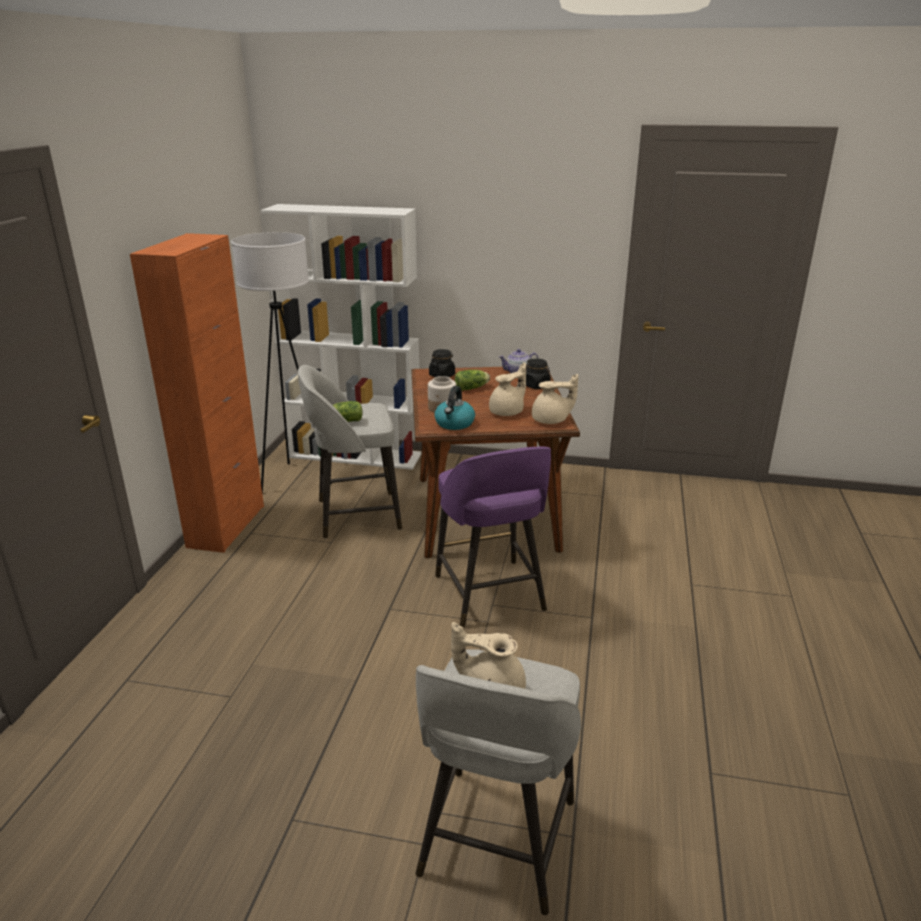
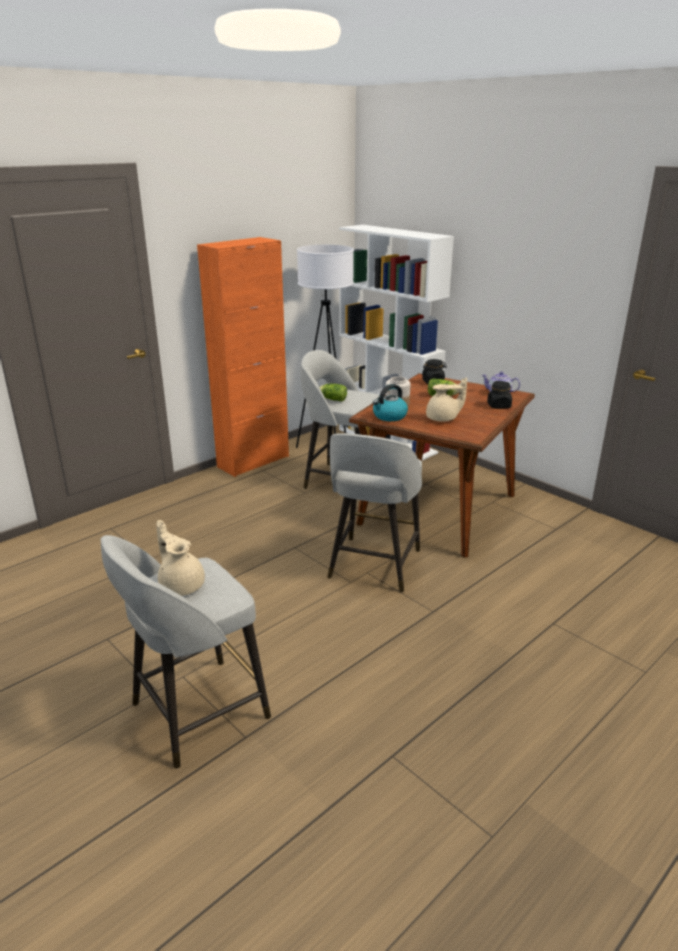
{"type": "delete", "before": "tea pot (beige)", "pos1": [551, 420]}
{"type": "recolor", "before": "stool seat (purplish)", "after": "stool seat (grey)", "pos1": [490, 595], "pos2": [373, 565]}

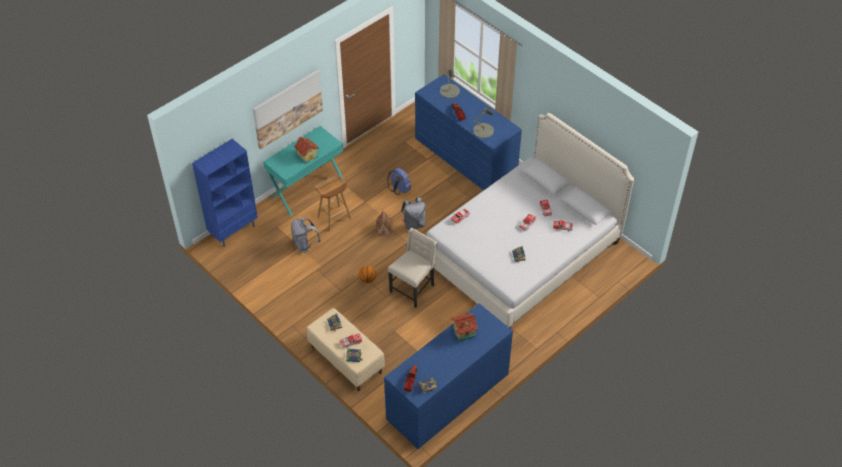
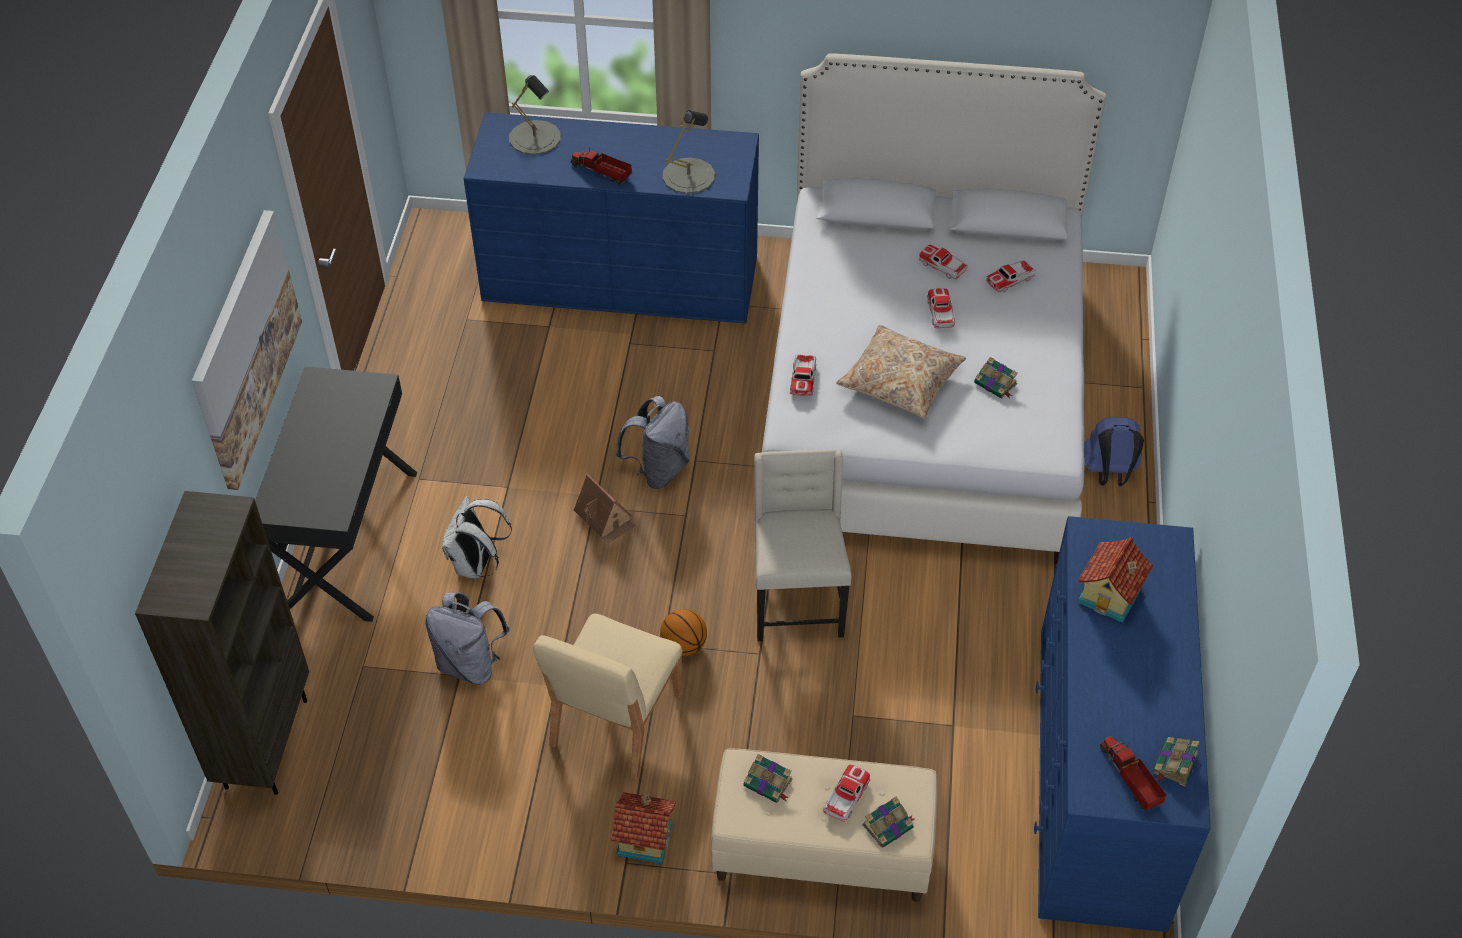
{"type": "insert", "after": "chair (beige)", "pos2": [614, 721]}
{"type": "insert", "after": "throw pillow (beige)", "pos2": [900, 381]}
{"type": "move", "before": "toy house", "pos1": [307, 155], "pos2": [644, 837]}
{"type": "move", "before": "knapsack (blue)", "pos1": [399, 190], "pos2": [1108, 474]}
{"type": "replace", "before": "stool seat (brown-coloured)", "after": "knapsack (whitish)", "pos1": [334, 218], "pos2": [476, 565]}
{"type": "recolor", "before": "shelving unit (blue)", "after": "shelving unit (brown-coloured)", "pos1": [233, 231], "pos2": [265, 742]}
{"type": "recolor", "before": "desk unit (blue-green)", "after": "desk unit (black-coloured)", "pos1": [307, 188], "pos2": [348, 539]}

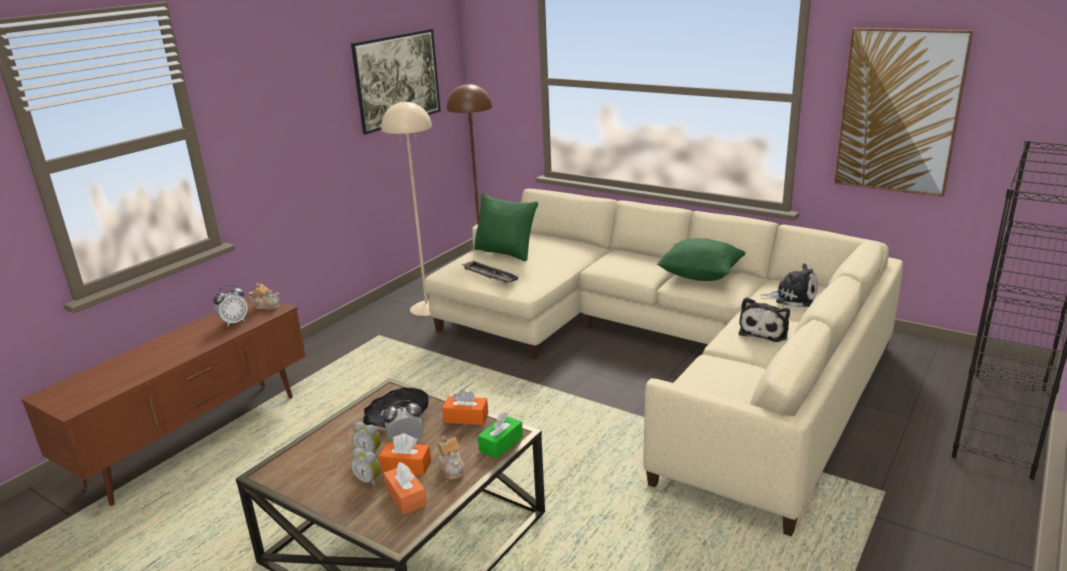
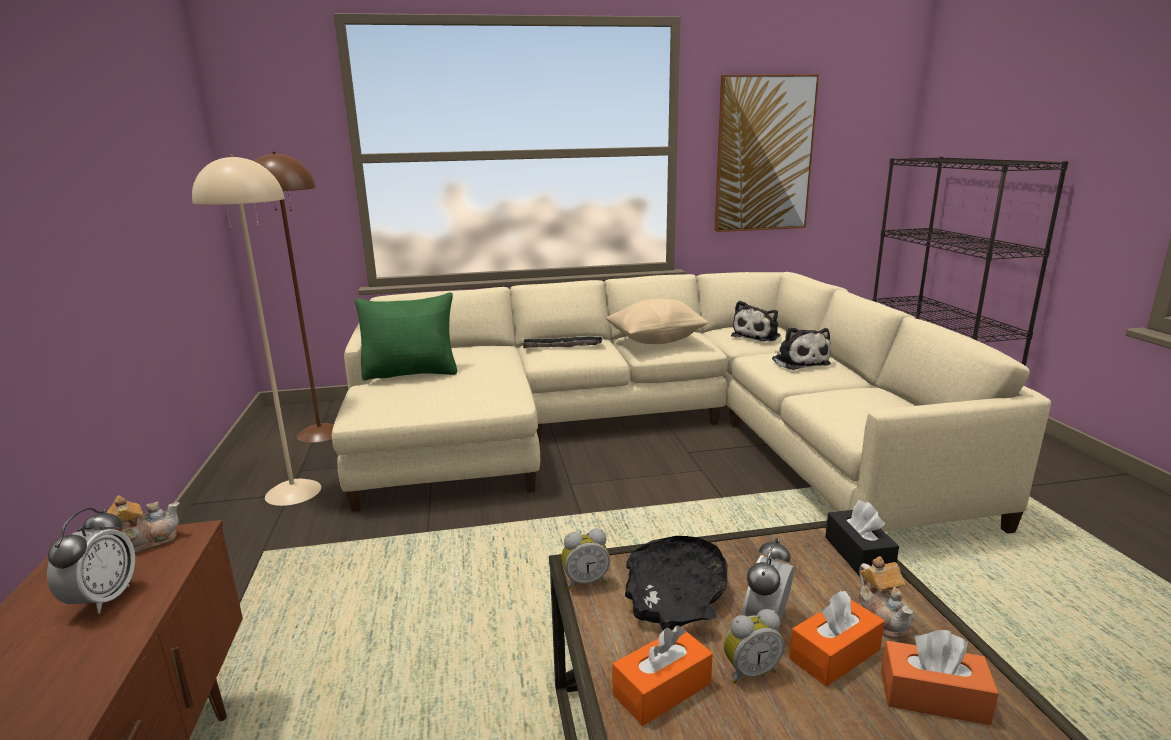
{"type": "delete", "before": "picture", "pos1": [400, 101]}
{"type": "move", "before": "bedside clock", "pos1": [369, 481], "pos2": [585, 581]}
{"type": "move", "before": "tissue box (orangey)", "pos1": [466, 418], "pos2": [662, 689]}
{"type": "move", "before": "tray", "pos1": [490, 275], "pos2": [562, 346]}
{"type": "recolor", "before": "tissue box (green)", "after": "tissue box (black-coloured)", "pos1": [501, 444], "pos2": [858, 554]}
{"type": "recolor", "before": "throw pillow (green)", "after": "throw pillow (beige)", "pos1": [700, 276], "pos2": [656, 341]}
{"type": "rotate", "before": "tea pot", "pos1": [452, 468], "pos2": [883, 616], "turn": 60}
{"type": "rotate", "before": "cuddly toy", "pos1": [792, 297], "pos2": [757, 336], "turn": 150}

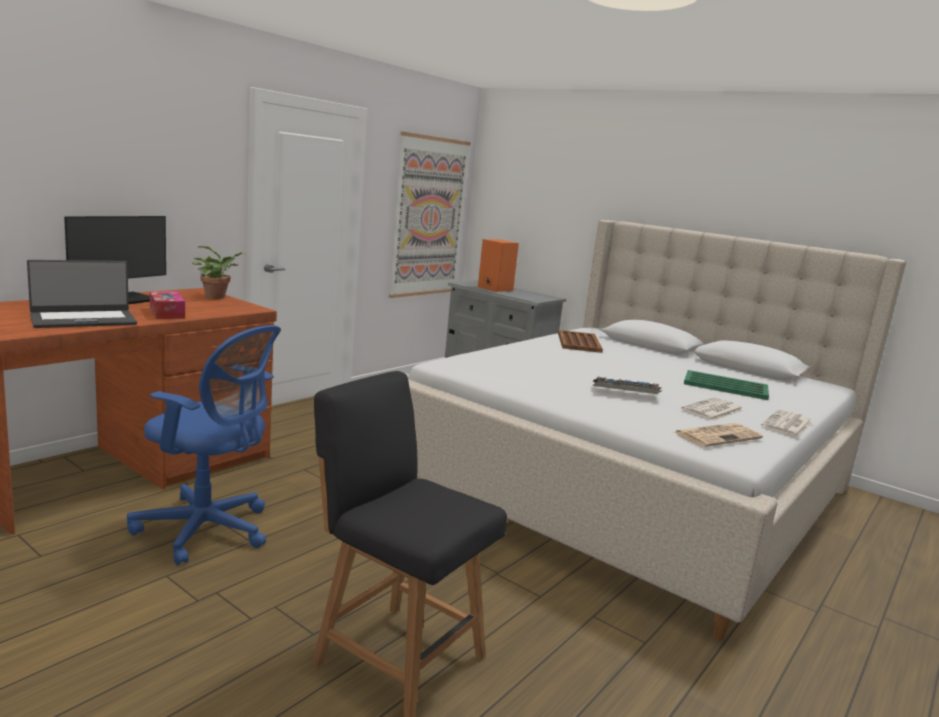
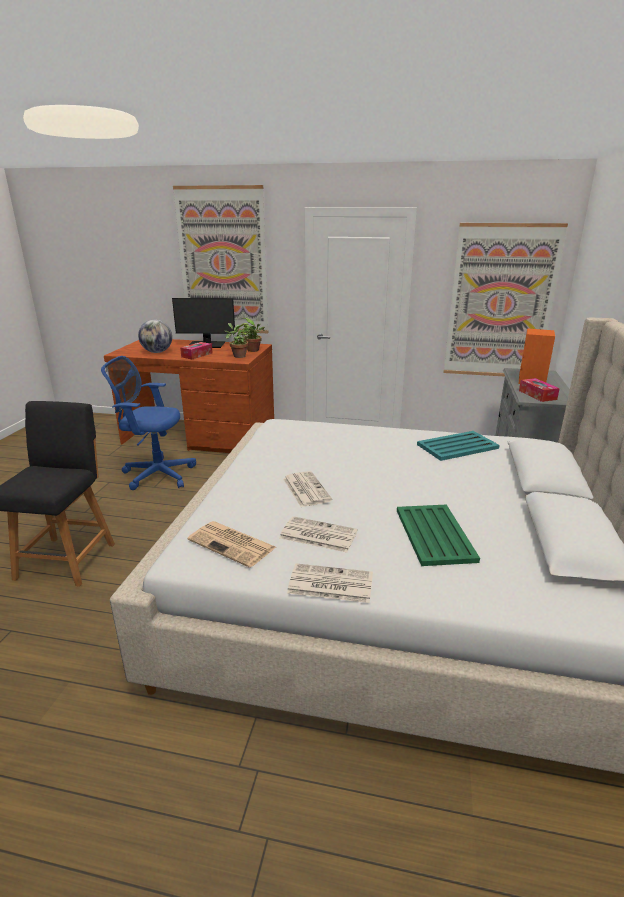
{"type": "insert", "after": "picture", "pos2": [223, 262]}
{"type": "insert", "after": "plant in a pot", "pos2": [238, 356]}
{"type": "insert", "after": "tissue box", "pos2": [537, 395]}
{"type": "replace", "before": "portable computer", "after": "desk globe", "pos1": [83, 320], "pos2": [157, 352]}
{"type": "replace", "before": "PC keyboard", "after": "printed paper", "pos1": [624, 394], "pos2": [305, 489]}
{"type": "recolor", "before": "tray (brown-coloured)", "after": "tray (blue-green)", "pos1": [578, 342], "pos2": [456, 446]}
{"type": "rotate", "before": "computer chair (blue)", "pos1": [208, 531], "pos2": [156, 474], "turn": 105}

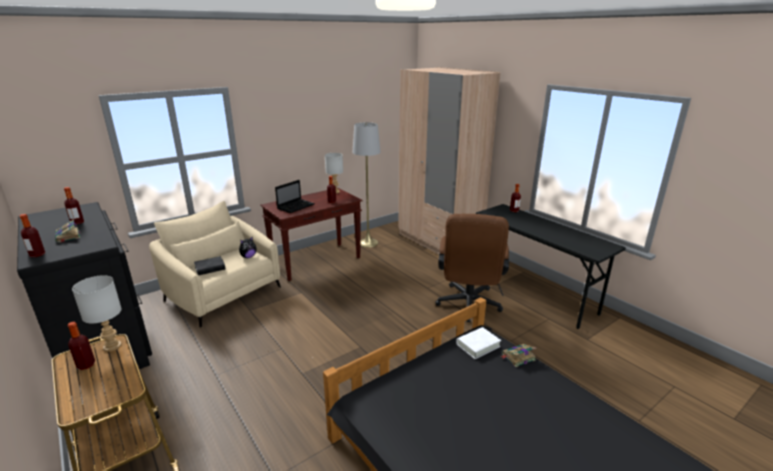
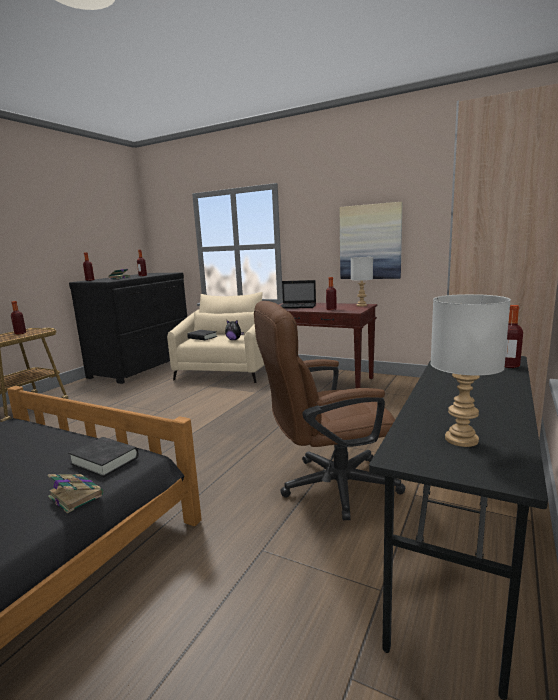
{"type": "delete", "before": "standard lamp (grey)", "pos1": [368, 243]}
{"type": "insert", "after": "picture", "pos2": [370, 242]}
{"type": "move", "before": "tabletop lamp (grey)", "pos1": [113, 346], "pos2": [462, 440]}
{"type": "recolor", "before": "book (whitish)", "after": "book (black-coloured)", "pos1": [478, 345], "pos2": [105, 460]}

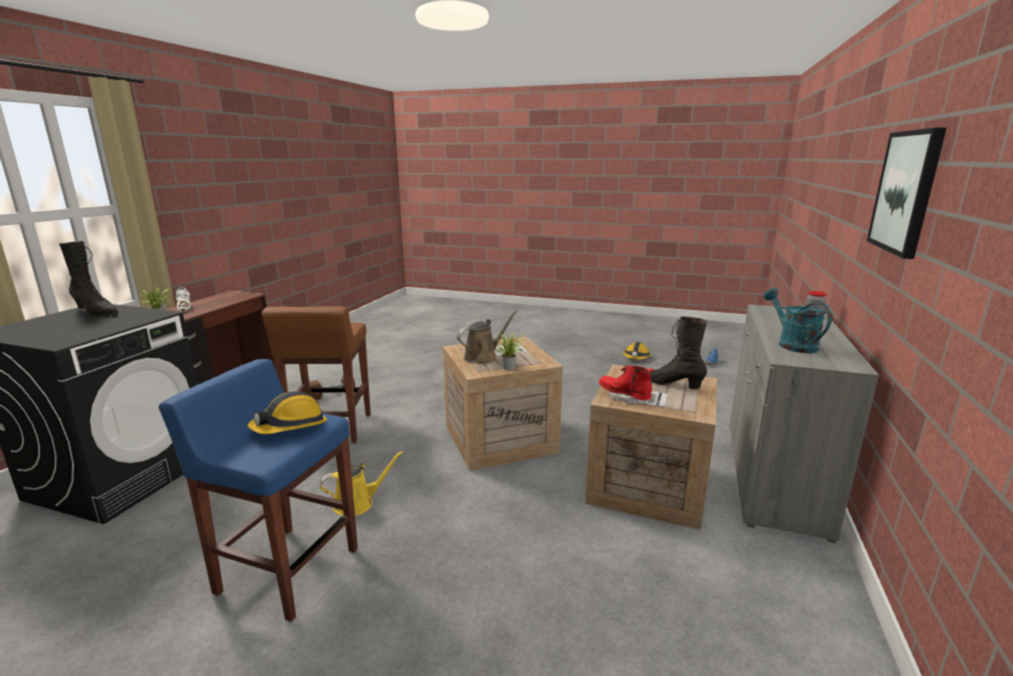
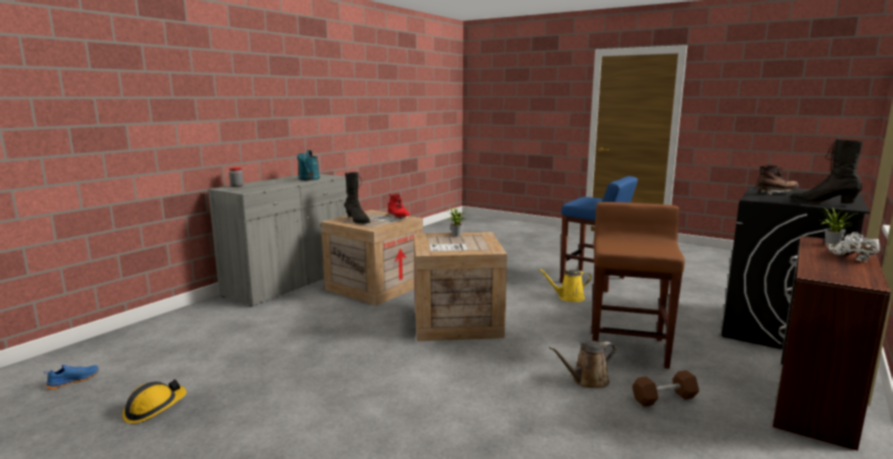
{"type": "delete", "before": "hard hat", "pos1": [290, 427]}
{"type": "delete", "before": "picture", "pos1": [906, 192]}
{"type": "insert", "after": "high-top boot (brown-coloured)", "pos2": [776, 194]}
{"type": "move", "before": "sprinkling can (brown-coloured)", "pos1": [483, 357], "pos2": [587, 381]}

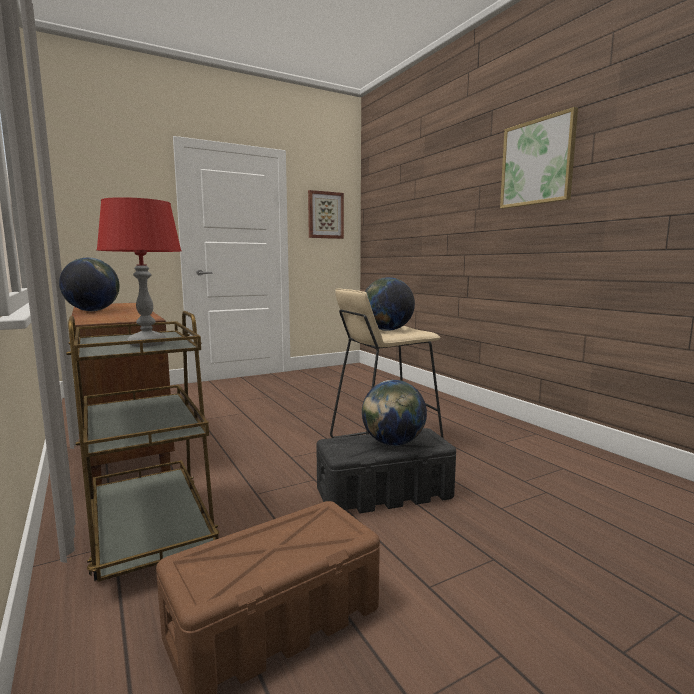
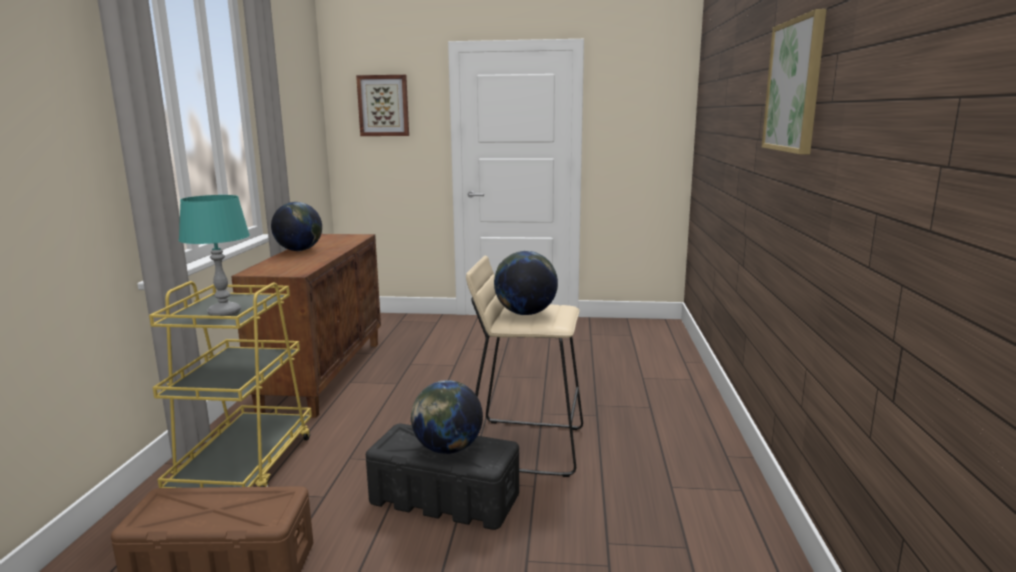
{"type": "move", "before": "picture", "pos1": [325, 215], "pos2": [383, 105]}
{"type": "recolor", "before": "trolley (brown-coloured)", "after": "trolley (yellowish)", "pos1": [150, 531], "pos2": [246, 464]}
{"type": "recolor", "before": "tabletop lamp (reddish)", "after": "tabletop lamp (blue-green)", "pos1": [147, 344], "pos2": [224, 313]}

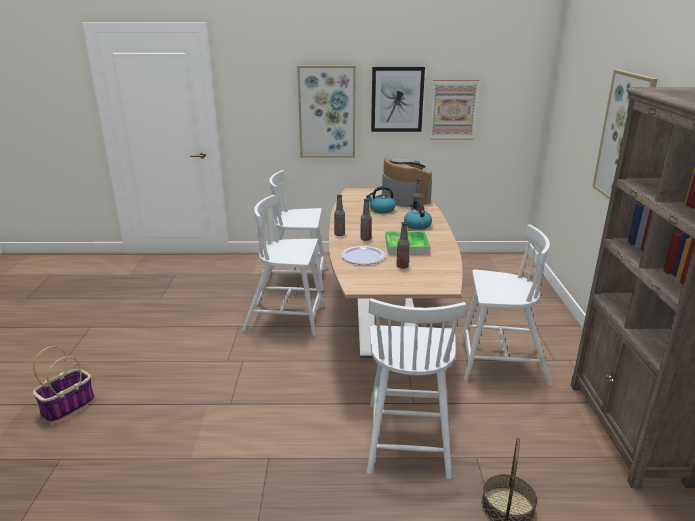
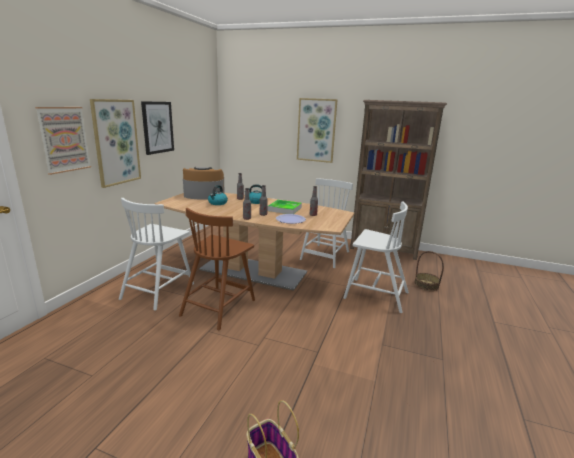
{"type": "move", "before": "picture", "pos1": [453, 109], "pos2": [64, 139]}
{"type": "recolor", "before": "chair (whitish)", "after": "chair (brown-coloured)", "pos1": [286, 319], "pos2": [219, 306]}

